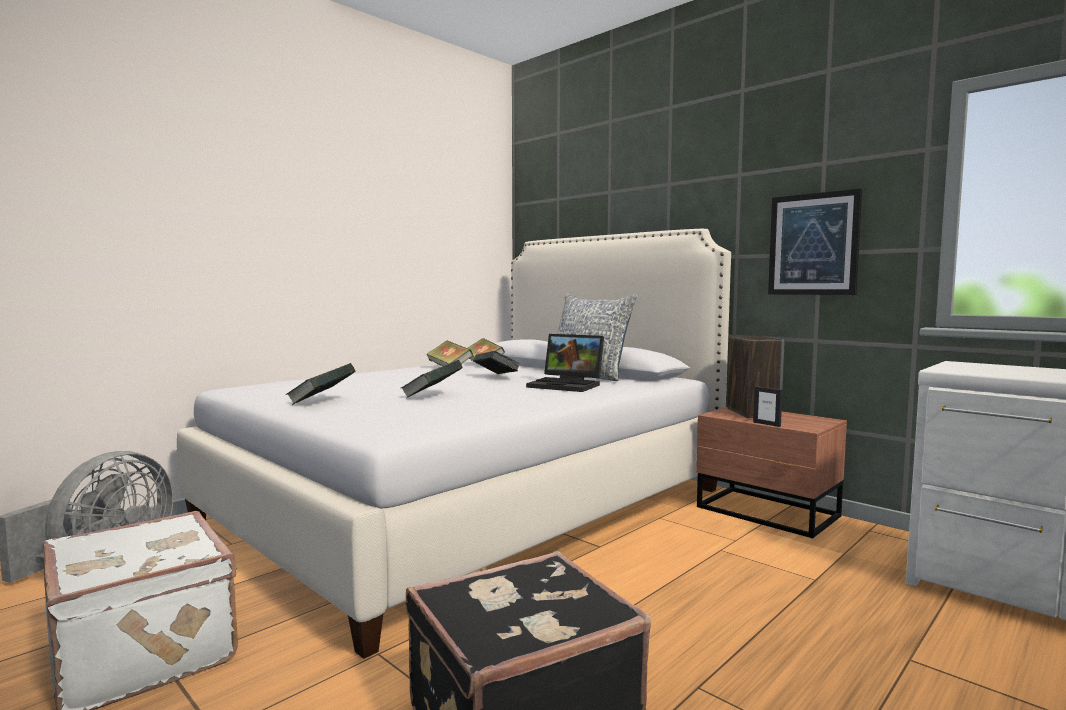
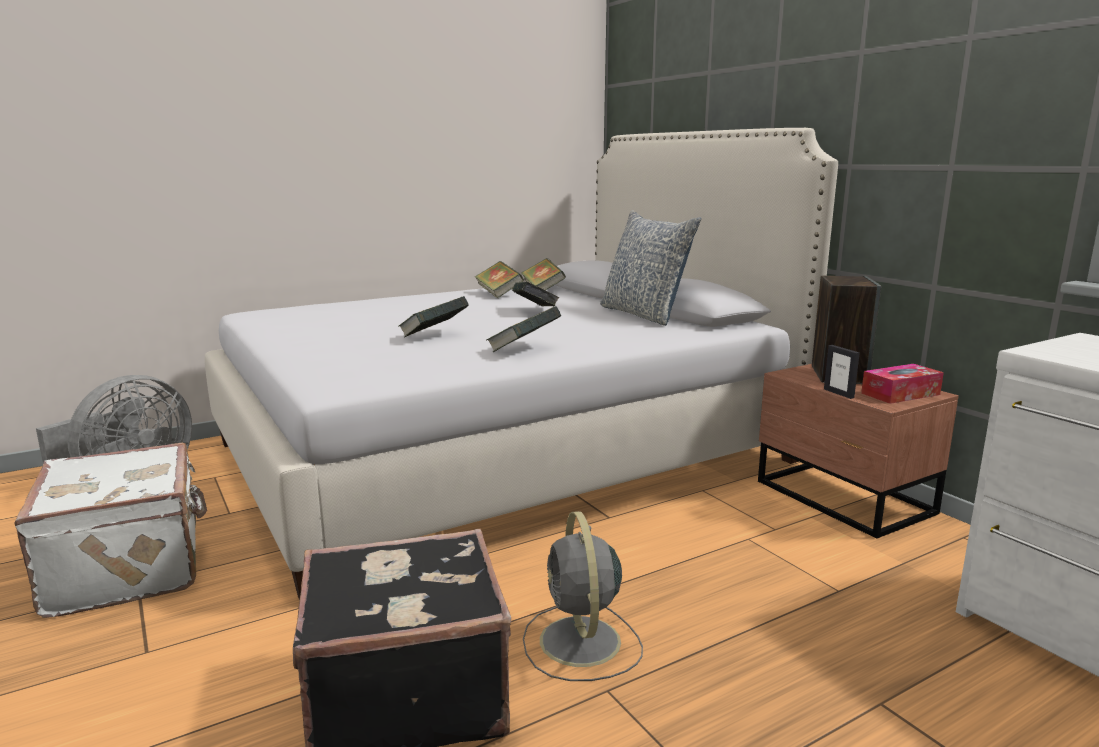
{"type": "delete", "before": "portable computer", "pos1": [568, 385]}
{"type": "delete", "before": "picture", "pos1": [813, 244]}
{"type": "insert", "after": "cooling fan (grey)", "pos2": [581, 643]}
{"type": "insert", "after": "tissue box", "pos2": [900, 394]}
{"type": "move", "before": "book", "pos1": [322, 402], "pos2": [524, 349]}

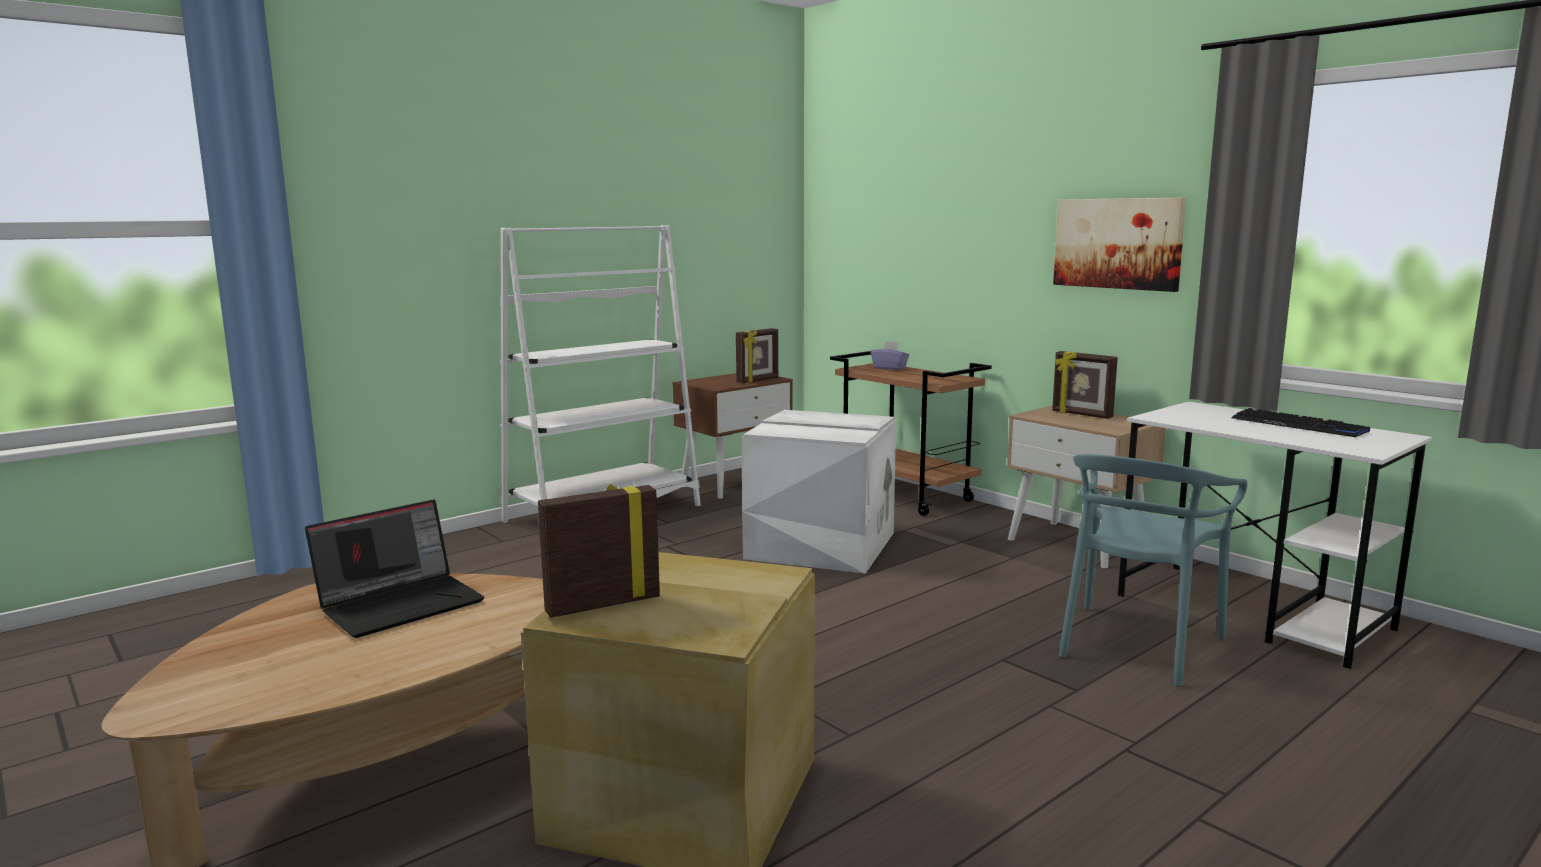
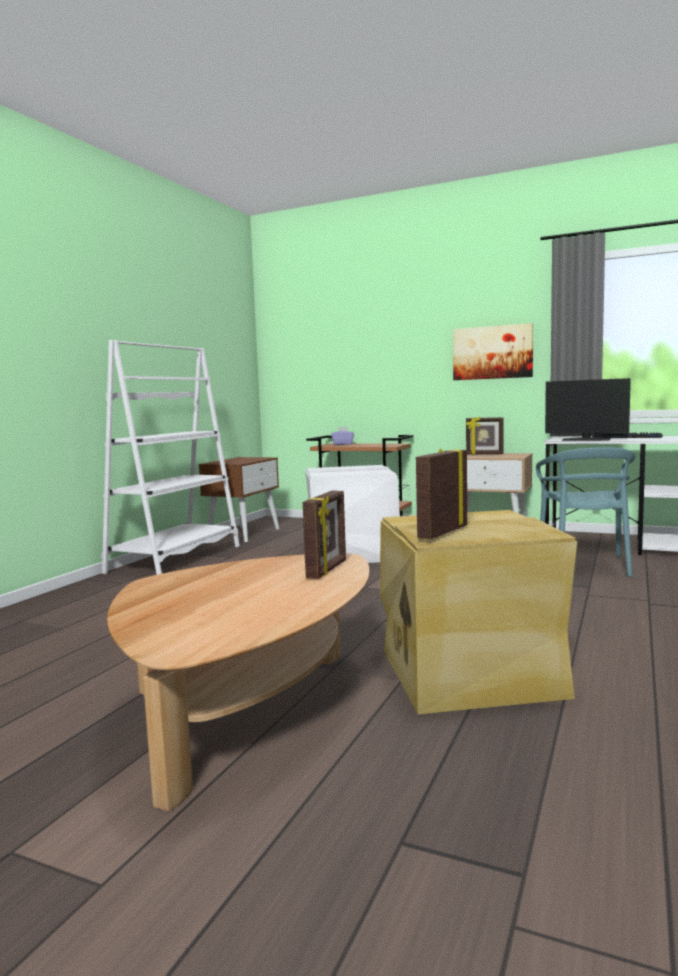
{"type": "delete", "before": "portable computer", "pos1": [402, 603]}
{"type": "insert", "after": "computer display", "pos2": [586, 439]}
{"type": "move", "before": "picture frame", "pos1": [758, 380], "pos2": [328, 569]}

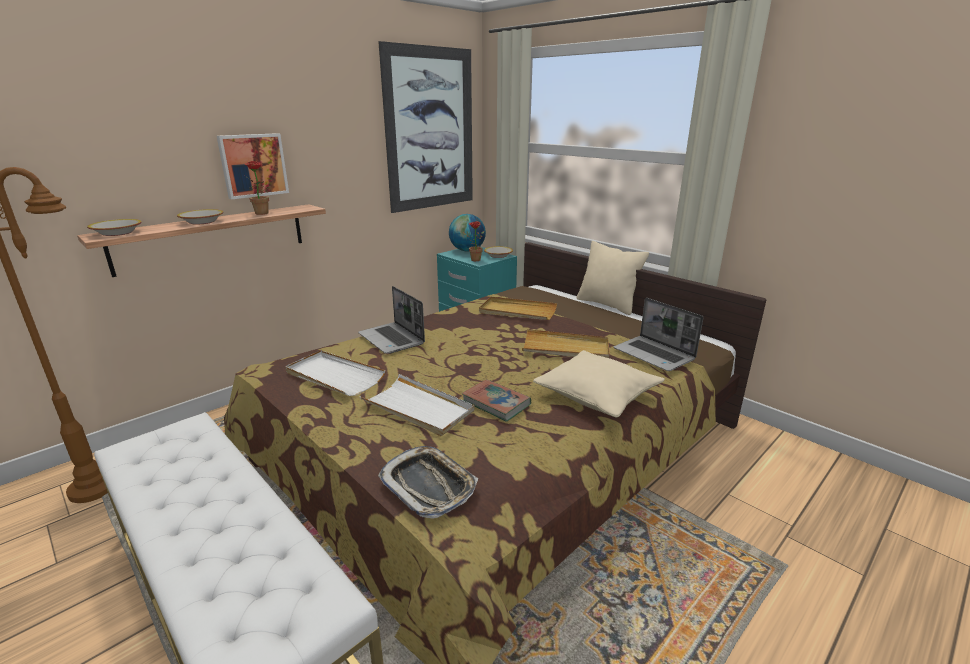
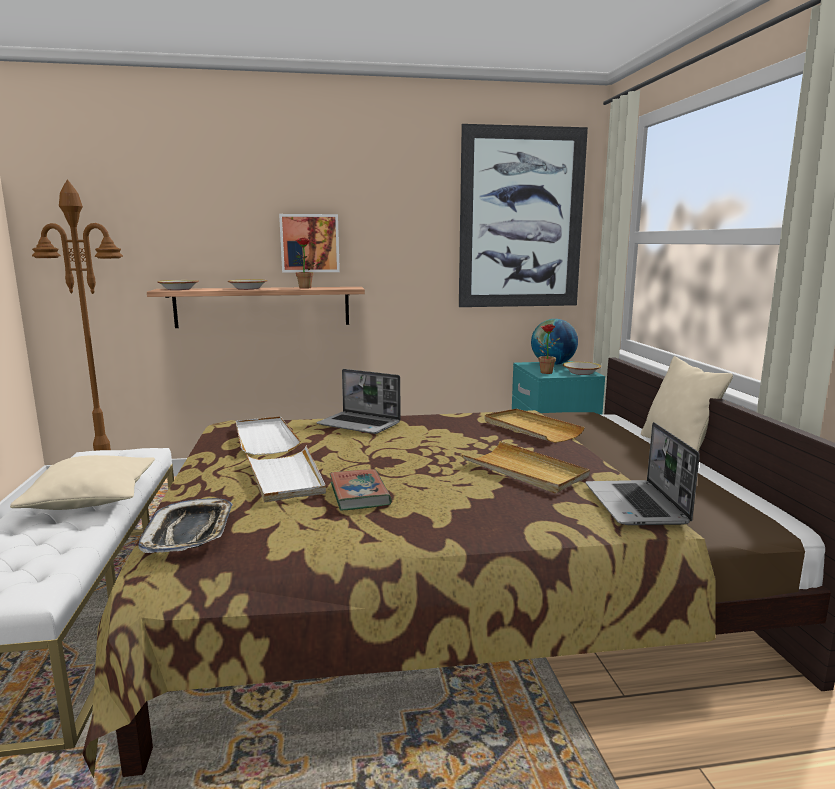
{"type": "move", "before": "throw pillow (beige)", "pos1": [597, 395], "pos2": [91, 499]}
{"type": "rotate", "before": "portable computer", "pos1": [392, 339], "pos2": [360, 424], "turn": -60}

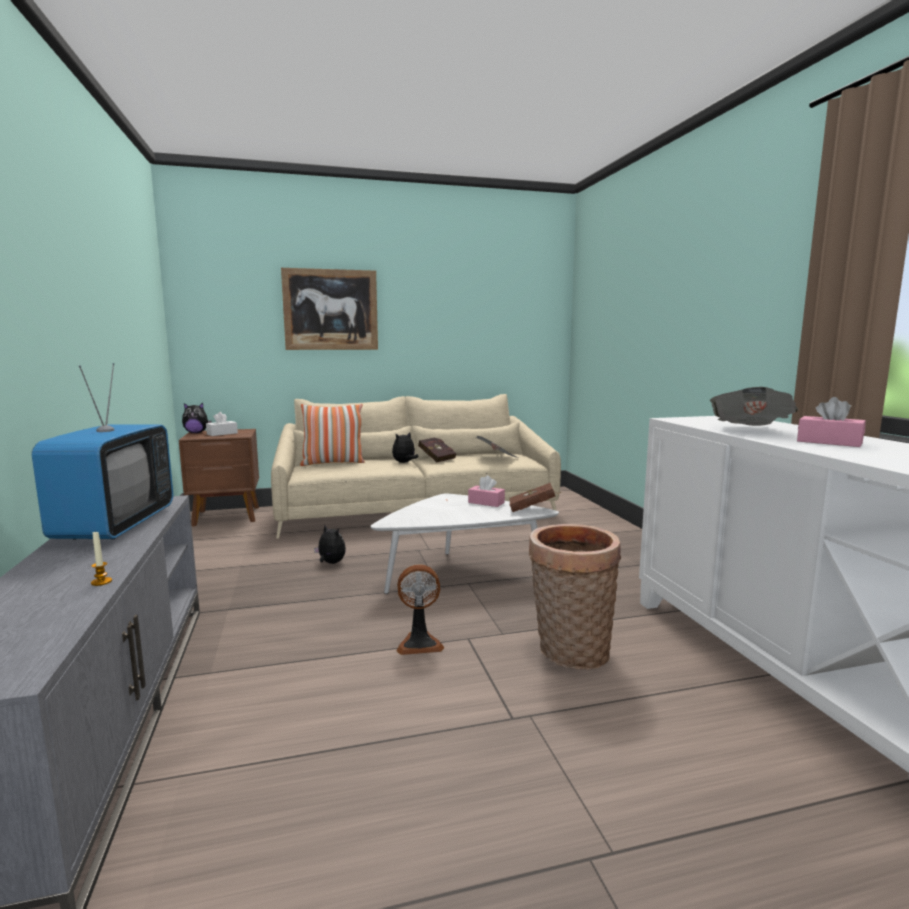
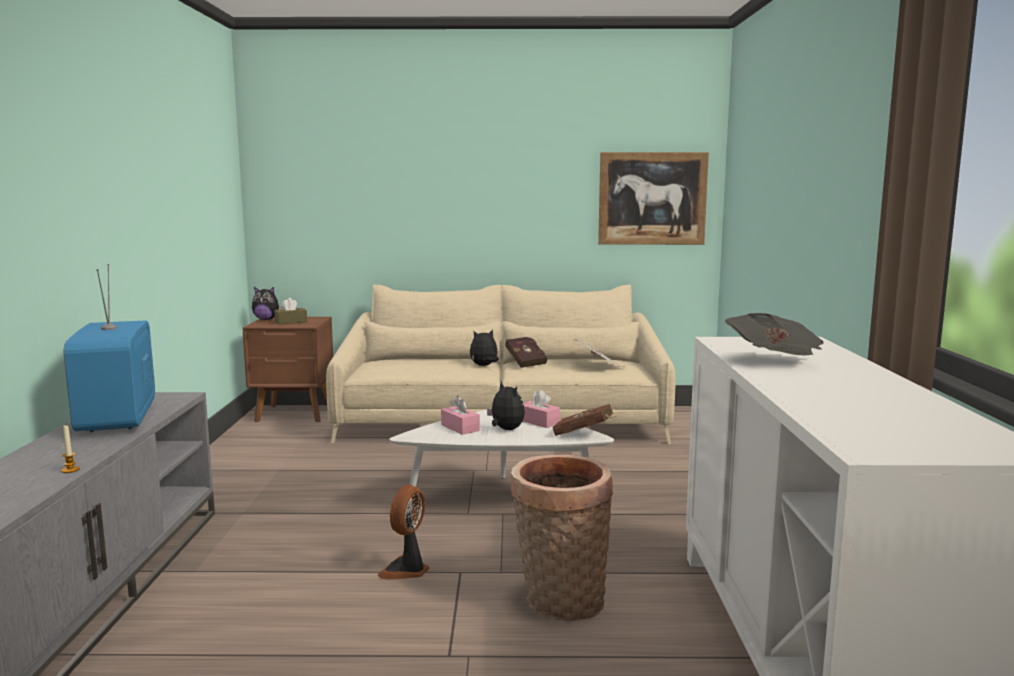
{"type": "delete", "before": "throw pillow", "pos1": [333, 463]}
{"type": "move", "before": "picture", "pos1": [331, 310], "pos2": [652, 198]}
{"type": "move", "before": "cuddly toy", "pos1": [330, 563], "pos2": [505, 429]}
{"type": "move", "before": "tissue box (pink)", "pos1": [829, 442], "pos2": [460, 428]}
{"type": "recolor", "before": "tissue box (whitish)", "after": "tissue box (brown-coloured)", "pos1": [222, 434], "pos2": [291, 322]}
{"type": "rotate", "before": "television", "pos1": [116, 526], "pos2": [119, 419], "turn": 150}
{"type": "rotate", "before": "cooling fan", "pos1": [419, 643], "pos2": [406, 570], "turn": 105}

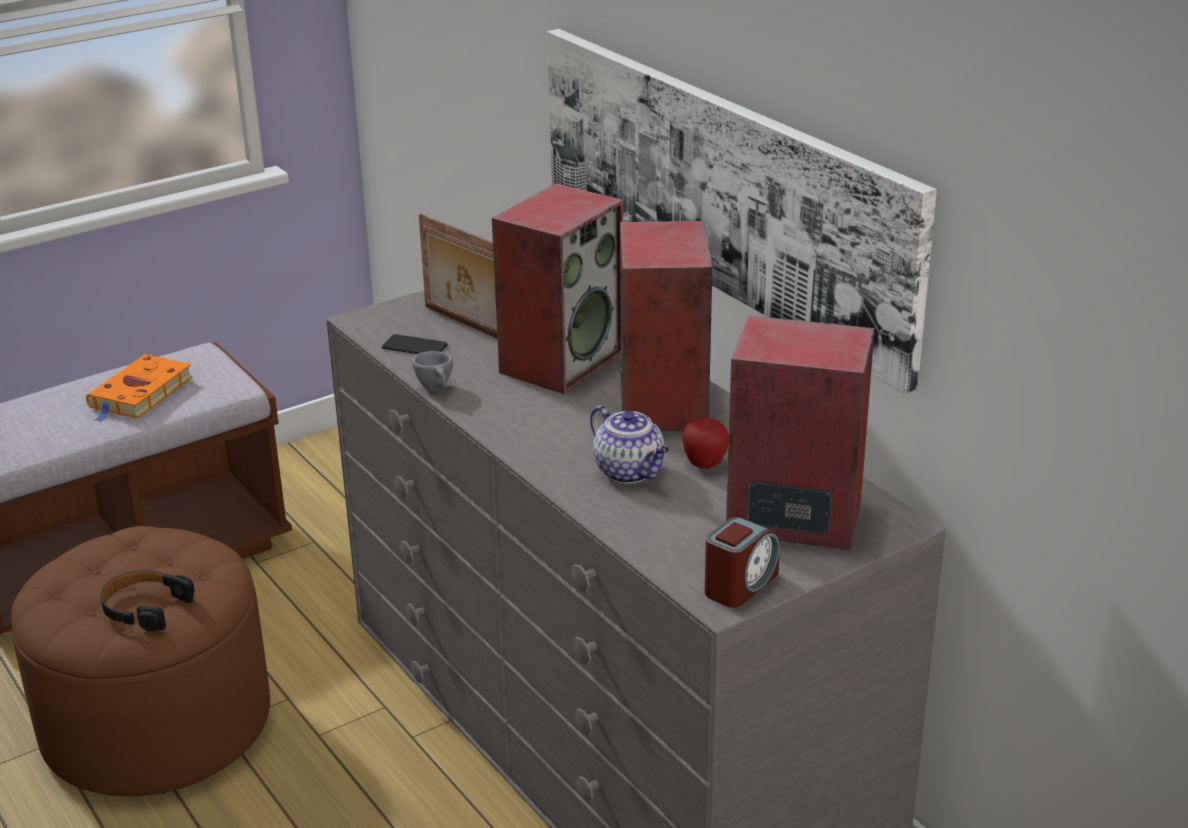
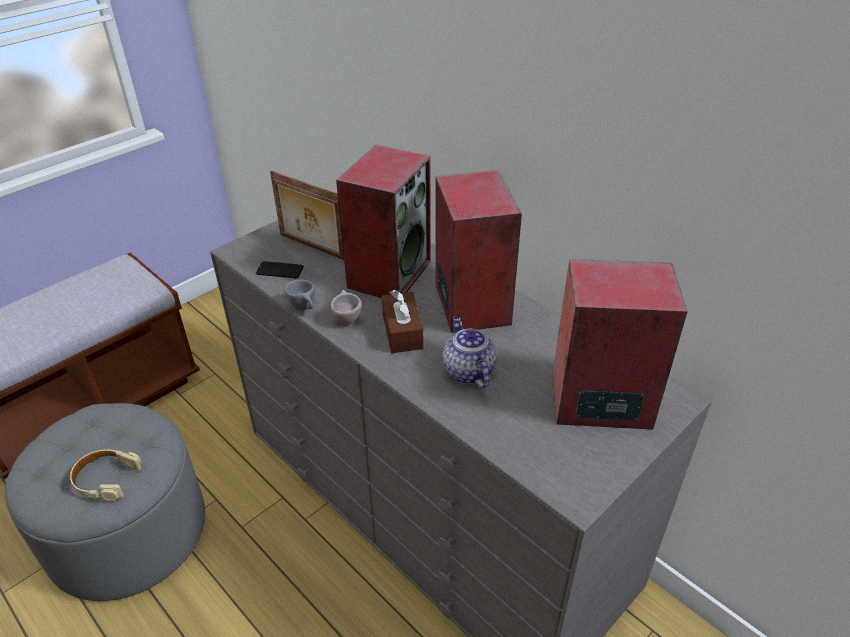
{"type": "delete", "before": "book (orangey)", "pos1": [140, 394]}
{"type": "delete", "before": "picture", "pos1": [721, 191]}
{"type": "delete", "before": "apple fruit", "pos1": [704, 465]}
{"type": "delete", "before": "bedside clock", "pos1": [740, 585]}
{"type": "insert", "after": "drinking cup (beige)", "pos2": [346, 318]}
{"type": "insert", "after": "tissue box (brown-coloured)", "pos2": [402, 331]}
{"type": "recolor", "before": "footrest (brown-coloured)", "after": "footrest (grey)", "pos1": [157, 722], "pos2": [128, 531]}
{"type": "recolor", "before": "headphones (black-coloured)", "after": "headphones (beige)", "pos1": [145, 608], "pos2": [106, 479]}
{"type": "rotate", "before": "tea pot", "pos1": [630, 472], "pos2": [467, 371], "turn": -150}

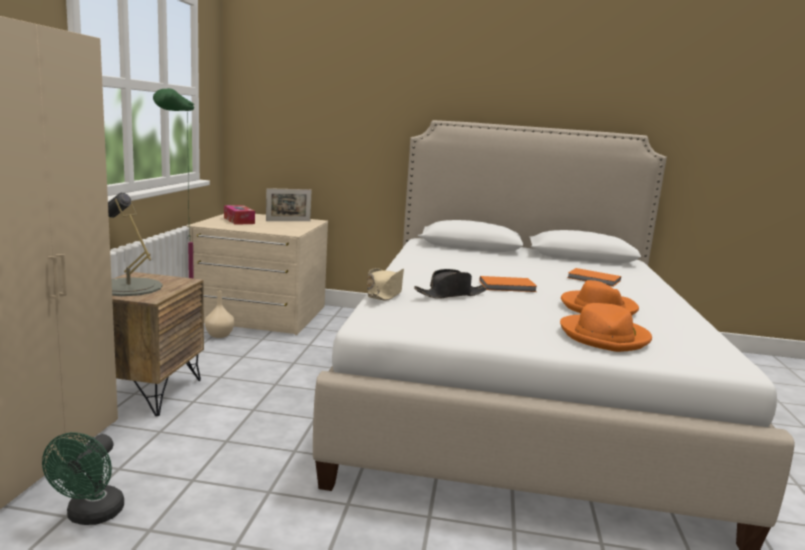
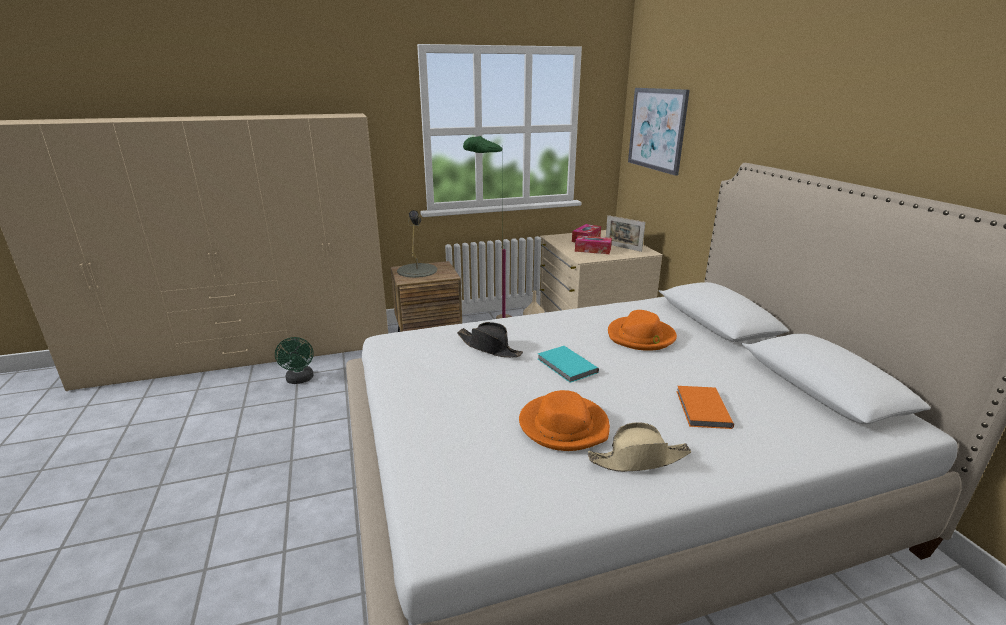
{"type": "insert", "after": "tissue box", "pos2": [592, 250]}
{"type": "insert", "after": "picture", "pos2": [657, 129]}
{"type": "move", "before": "clothing hat (beige)", "pos1": [384, 293], "pos2": [639, 459]}
{"type": "move", "before": "clothing hat (orangey)", "pos1": [605, 336], "pos2": [641, 336]}
{"type": "recolor", "before": "book (orangey)", "after": "book (blue-green)", "pos1": [508, 287], "pos2": [566, 366]}
{"type": "rotate", "before": "cooling fan (green)", "pos1": [91, 516], "pos2": [300, 380], "turn": -90}

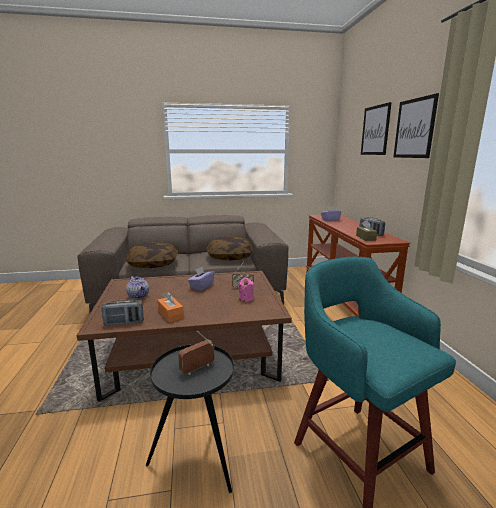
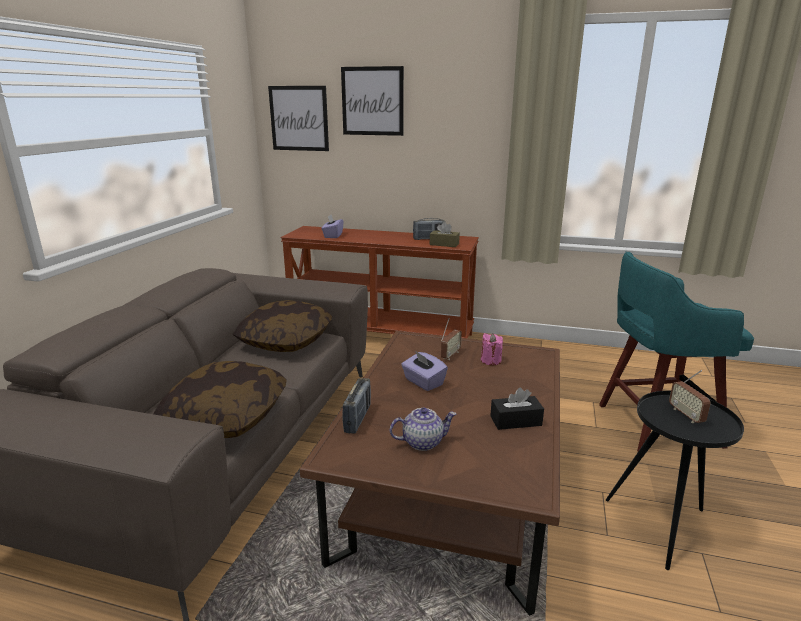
{"type": "move", "before": "radio receiver", "pos1": [124, 323], "pos2": [357, 419]}
{"type": "move", "before": "picture", "pos1": [414, 128], "pos2": [299, 118]}
{"type": "recolor", "before": "tissue box (orangey)", "after": "tissue box (black-coloured)", "pos1": [170, 314], "pos2": [515, 421]}

